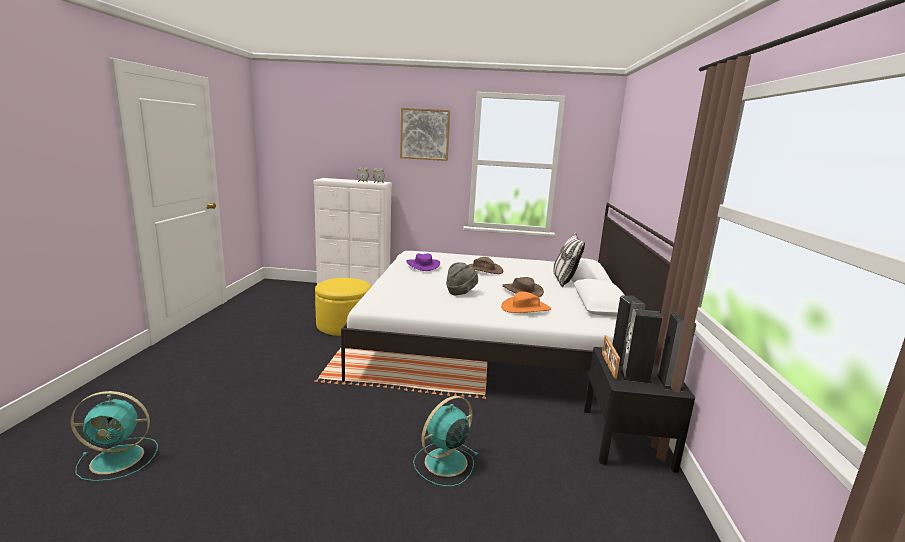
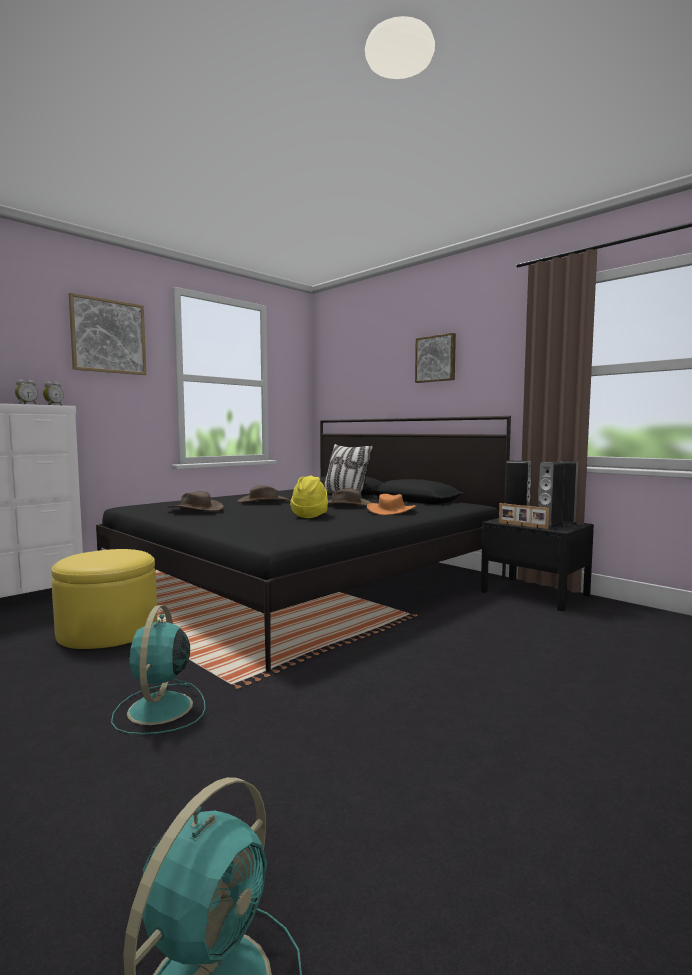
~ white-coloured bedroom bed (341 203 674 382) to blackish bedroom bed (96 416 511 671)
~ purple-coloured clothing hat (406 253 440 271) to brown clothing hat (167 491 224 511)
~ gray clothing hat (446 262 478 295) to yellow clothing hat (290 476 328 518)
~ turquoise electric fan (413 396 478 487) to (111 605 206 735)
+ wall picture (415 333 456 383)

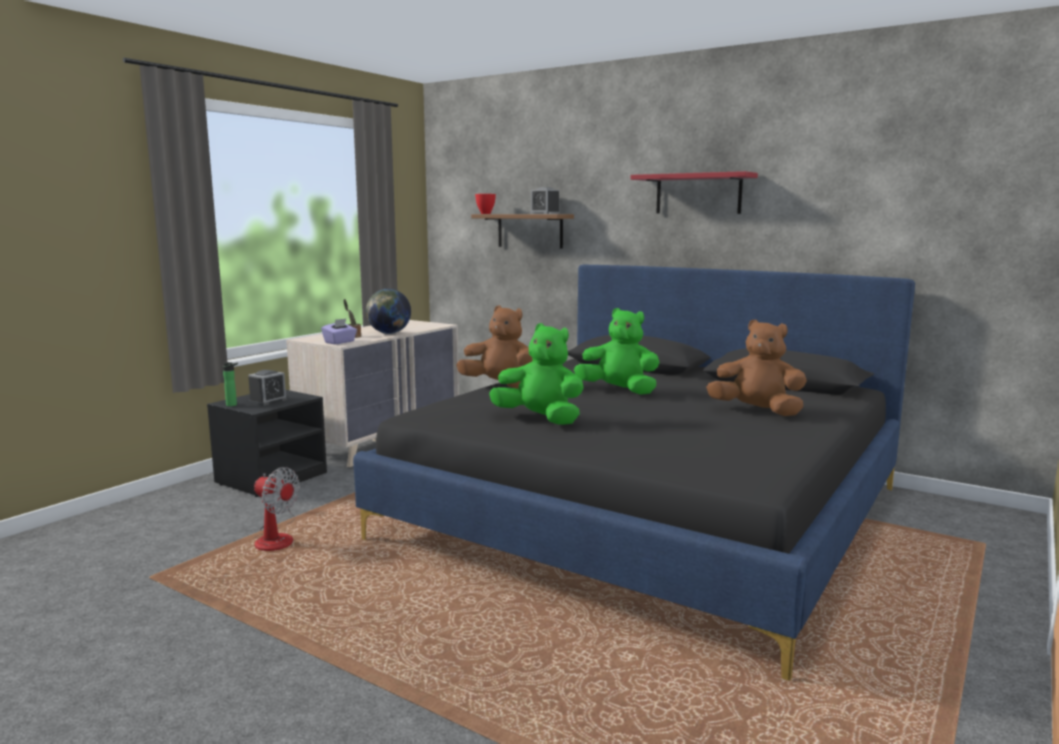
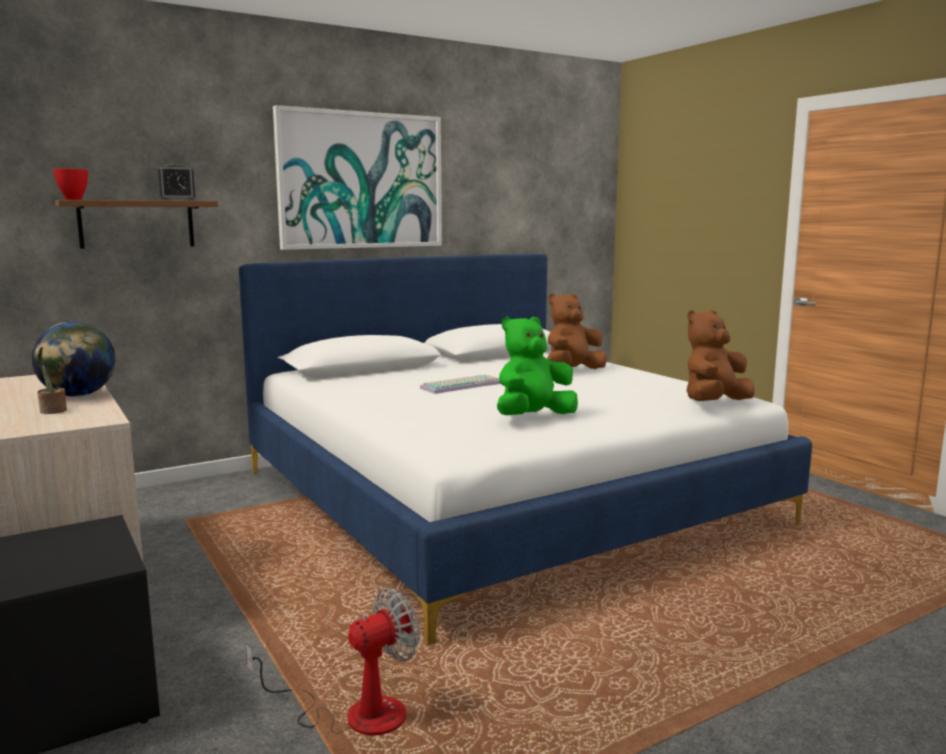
~ reddish shelf (630 171 758 214) to wall picture (273 105 442 250)
~ blackish bedroom bed (353 265 915 681) to white-coloured bedroom bed (239 254 812 645)
~ brown cuddly toy (456 305 532 389) to (687 310 755 401)
~ green cuddly toy (574 308 660 395) to computer keyboard (420 374 501 394)
- purple-coloured tissue box (321 318 357 344)
- beverage bottle (223 362 238 406)
- table clock (248 370 288 406)

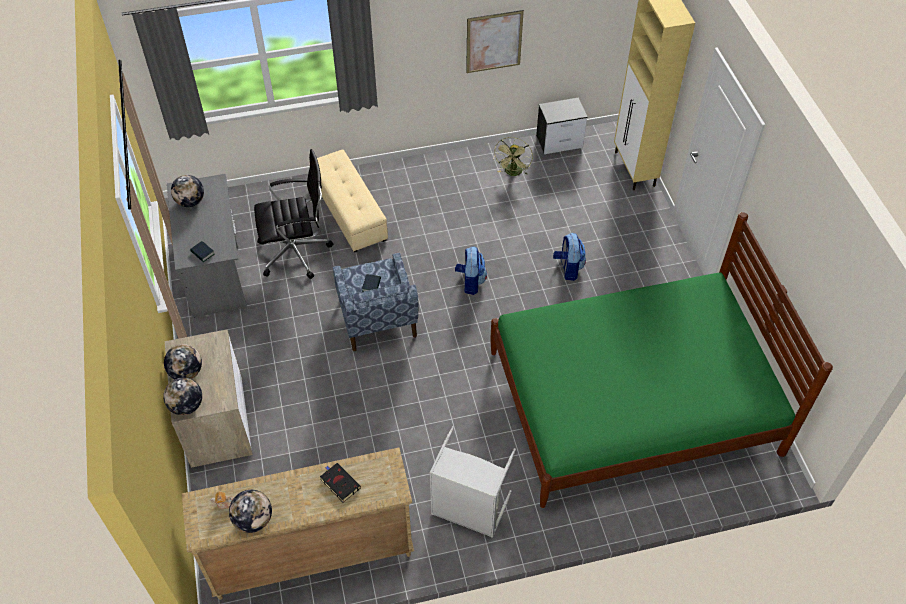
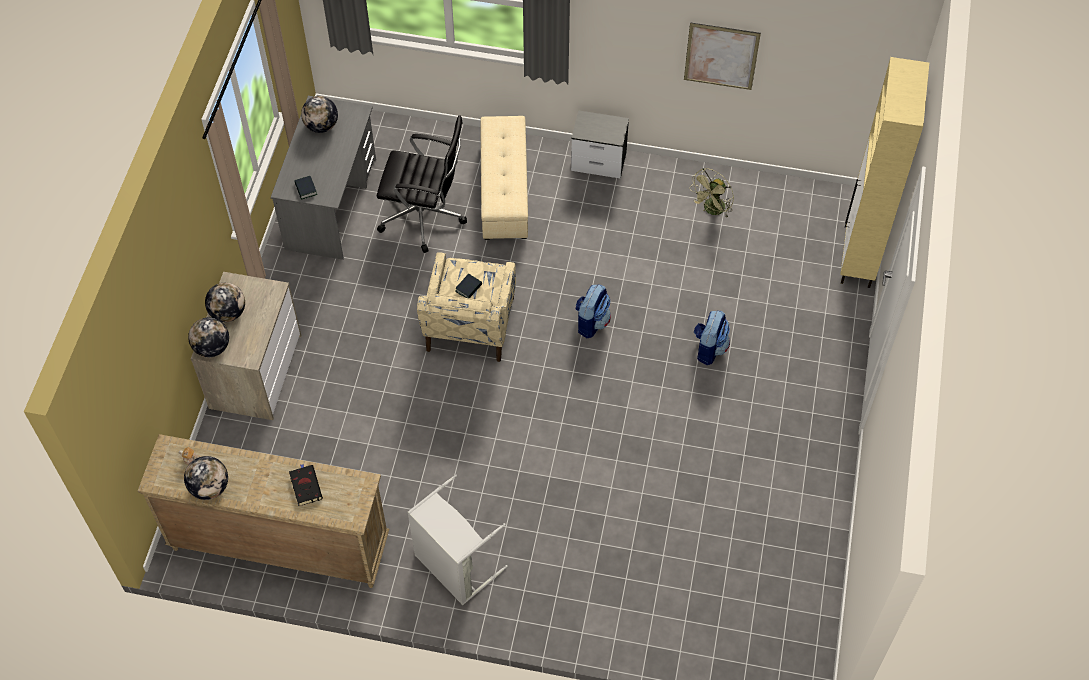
~ bedside table (536 98 587 154) to (571 110 629 179)
- green bedroom bed (491 212 833 508)
~ blue-coloured easy chair (333 253 419 351) to beige easy chair (417 252 516 362)

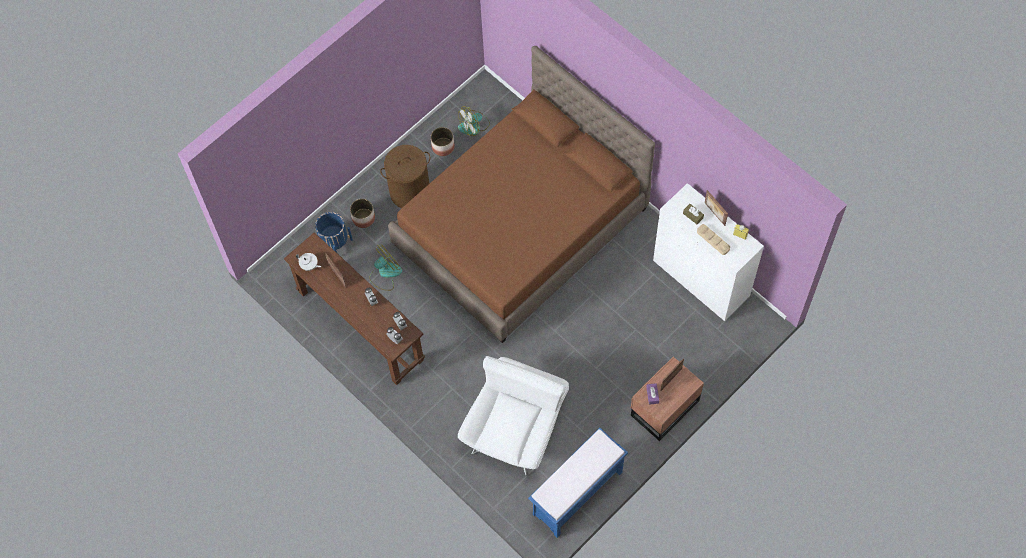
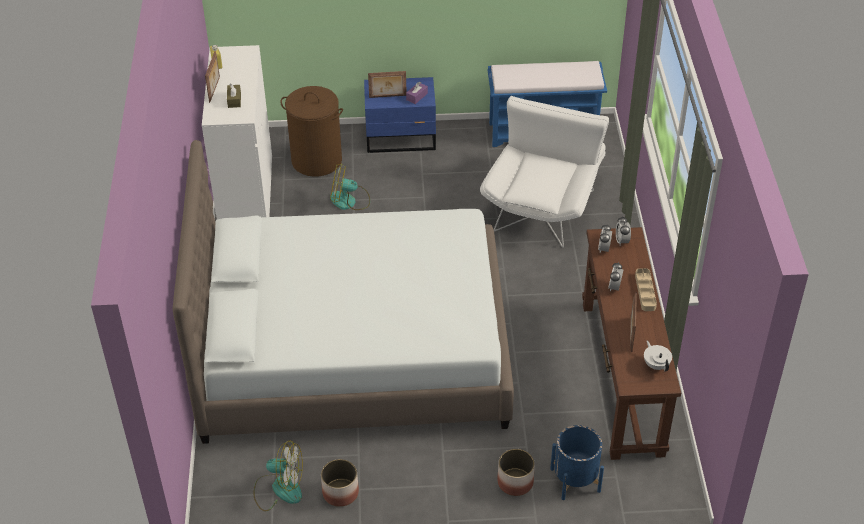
~ brown bedroom bed (388 46 655 343) to white-coloured bedroom bed (173 140 514 444)
~ brown hamper (380 145 430 208) to (281 86 343 177)
~ beige carrying tray (697 224 730 255) to (635 268 657 311)
~ electric fan (369 244 402 291) to (330 163 370 210)
~ white-coloured easy chair (458 356 569 475) = (480 96 609 248) 135 degrees clockwise
~ brown bedside table (631 357 704 441) to blue-coloured bedside table (364 77 436 153)

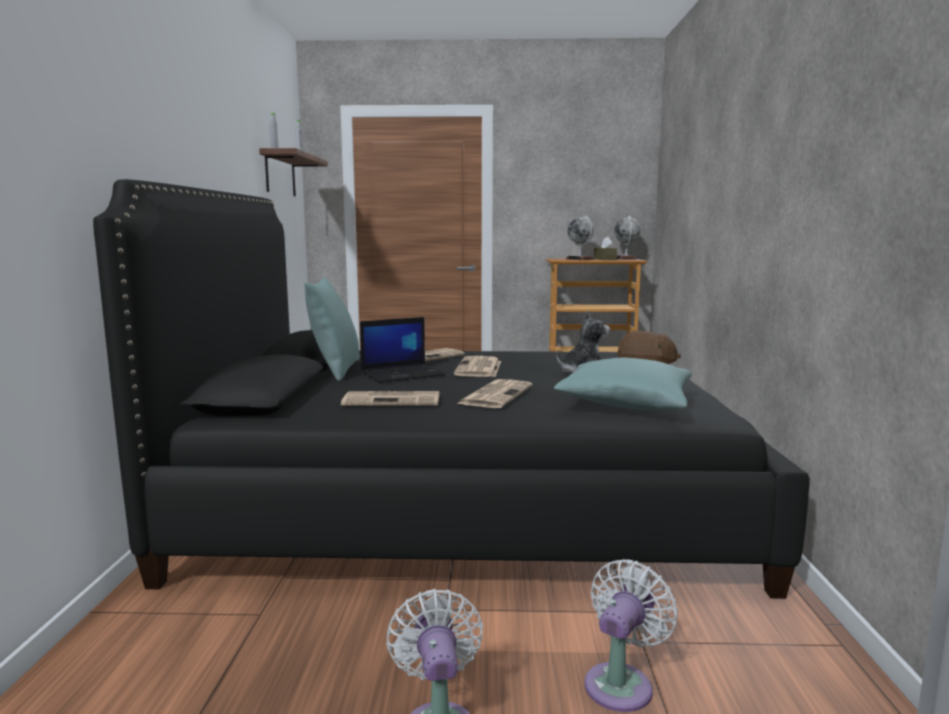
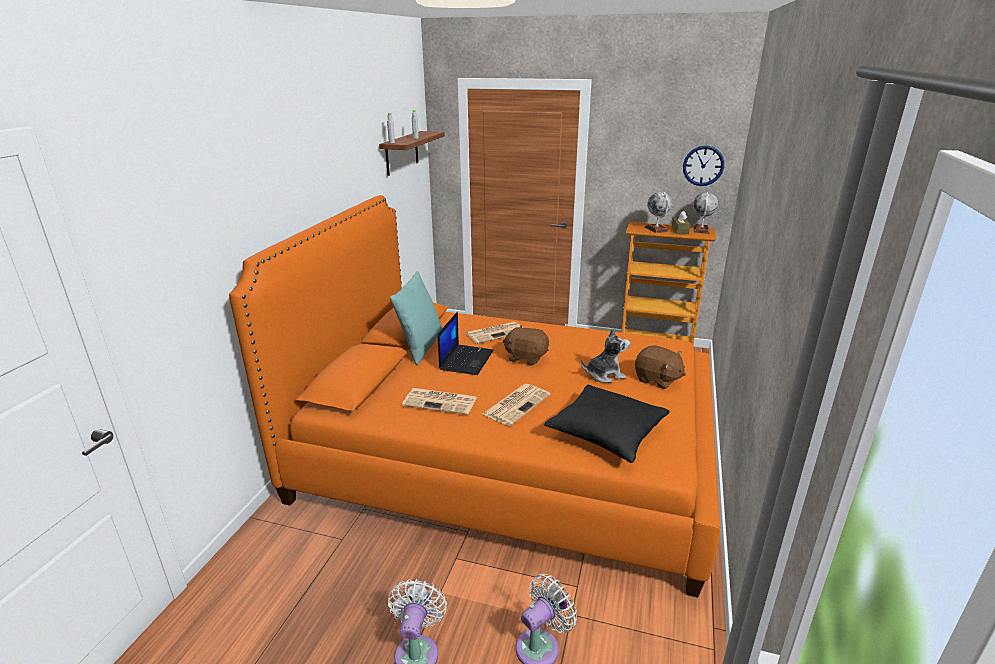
~ blackish bedroom bed (93 179 810 599) to orange bedroom bed (229 195 720 598)
~ portable computer (360 317 446 383) = (438 312 494 375) 60 degrees counterclockwise
~ newspaper (454 356 501 377) to brown cuddly toy (503 325 549 366)
~ turquoise pillow (554 357 692 410) to blackish pillow (544 385 670 463)
+ hanging clock (683 146 724 186)

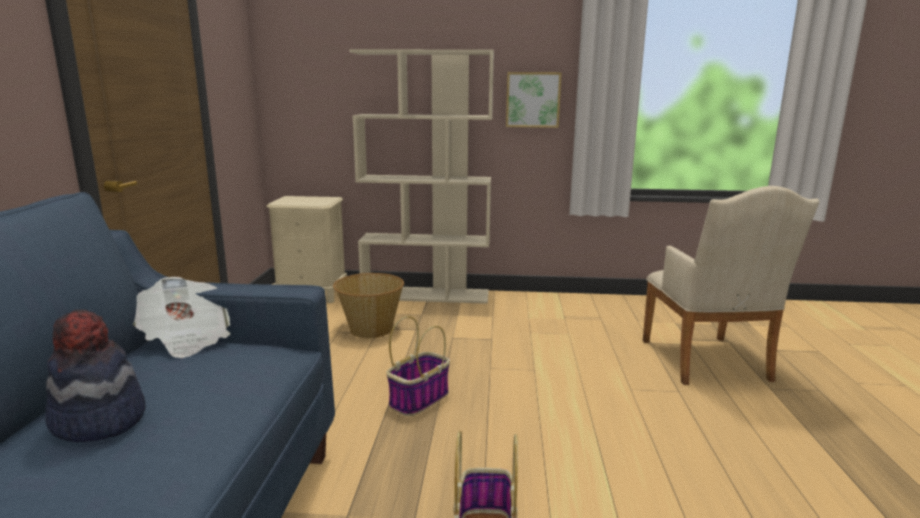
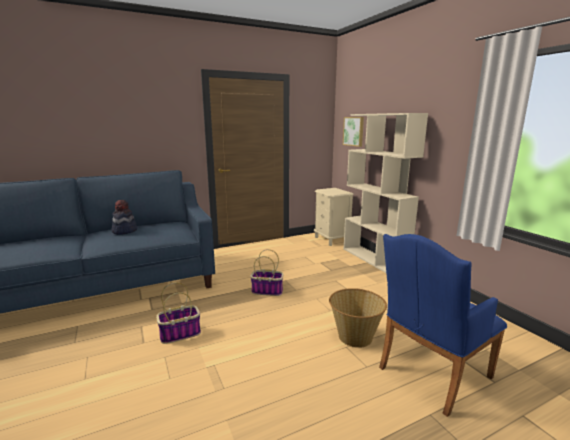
~ wall picture (506 72 562 128) to (343 117 364 147)
~ beige easy chair (643 186 819 385) to blue-coloured easy chair (379 234 507 417)
~ storage basket (333 273 404 338) to (329 288 387 348)
- newspaper (133 277 230 358)

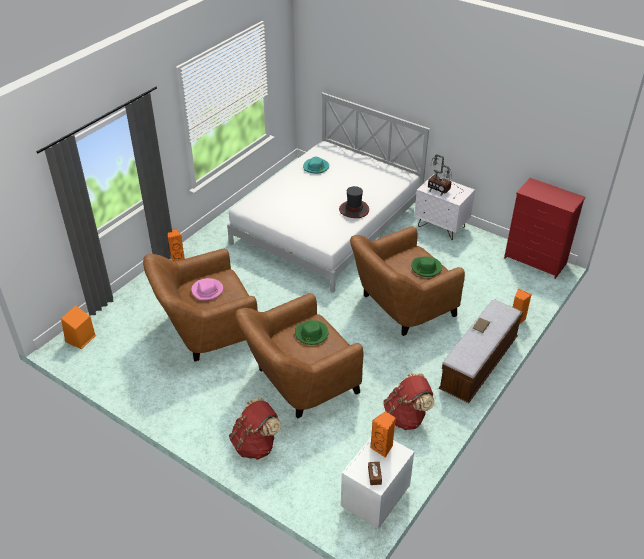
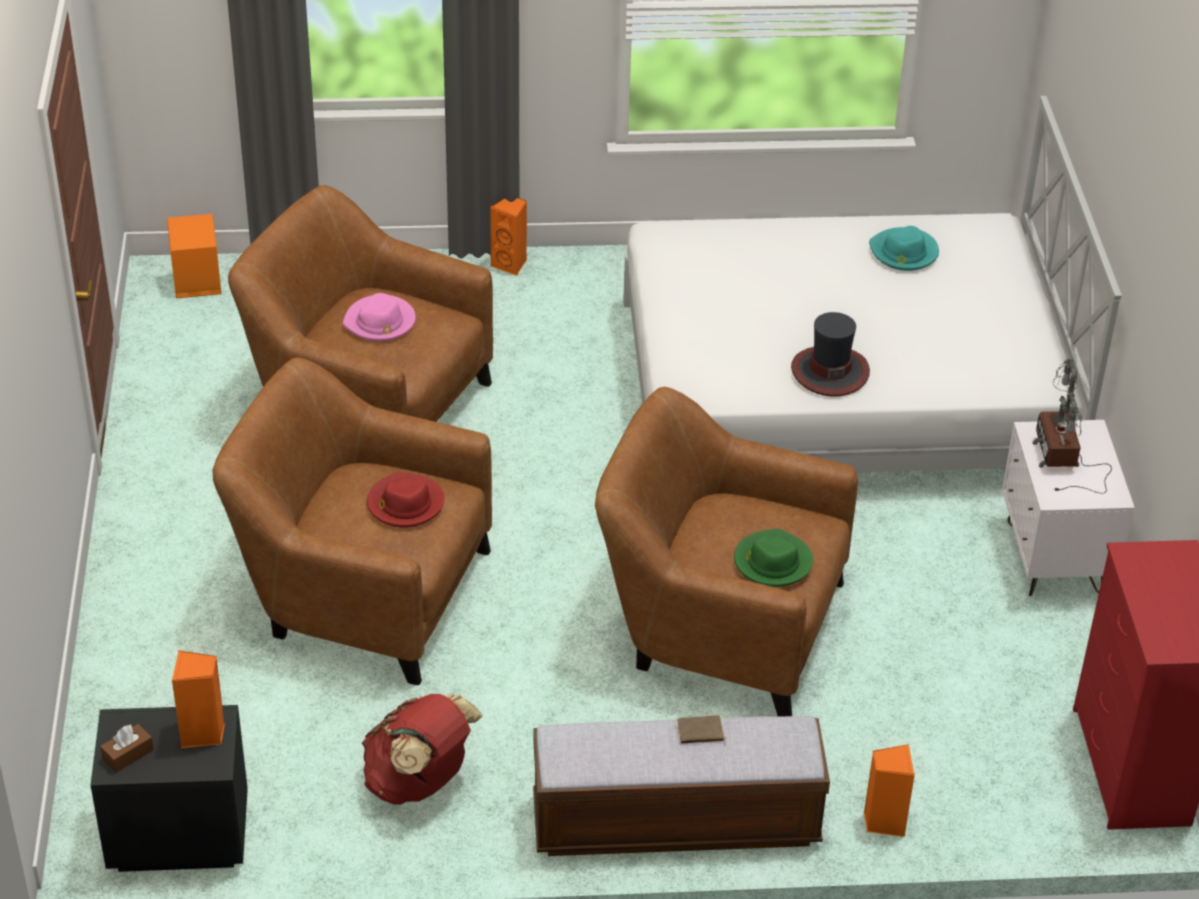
~ green clothing hat (295 320 329 345) to reddish clothing hat (367 472 445 528)
- reddish backpack (229 398 281 460)
~ white-coloured bedside table (341 437 414 529) to blackish bedside table (91 705 248 872)

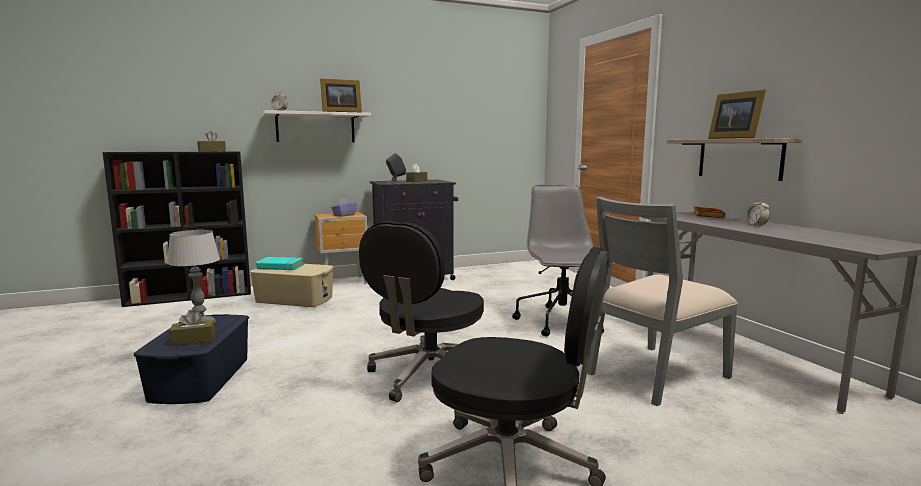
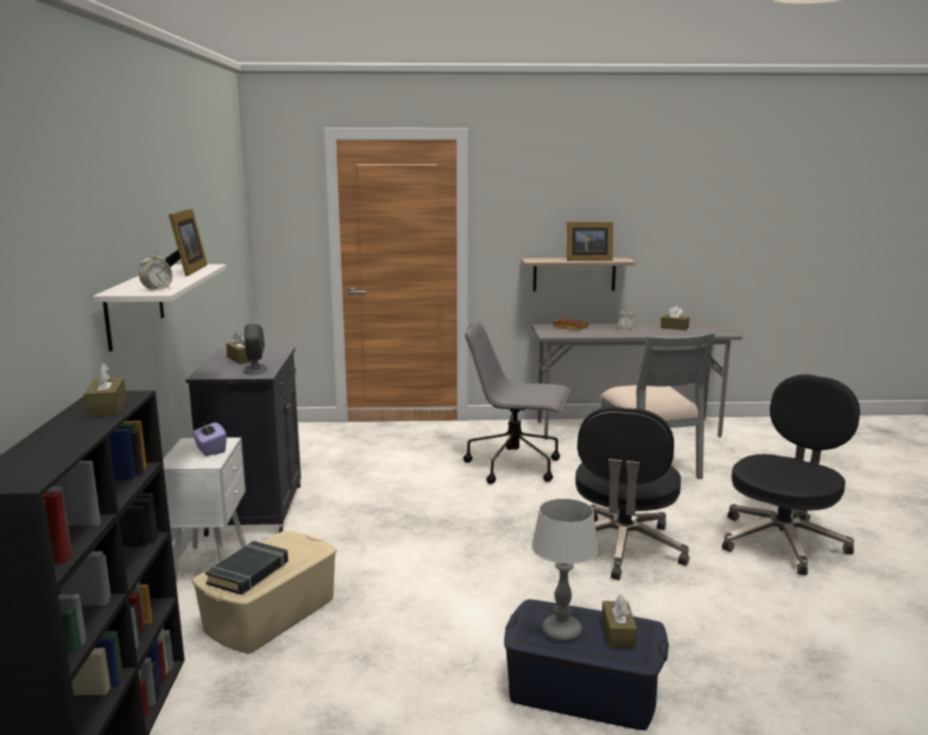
~ brown bedside table (315 212 367 284) to white-coloured bedside table (163 437 246 584)
~ blackish computer chair (359 221 484 402) = (575 407 689 580) 60 degrees clockwise
~ turquoise bound book (256 257 304 271) to blackish bound book (205 541 288 595)
+ brown tissue box (661 306 690 330)

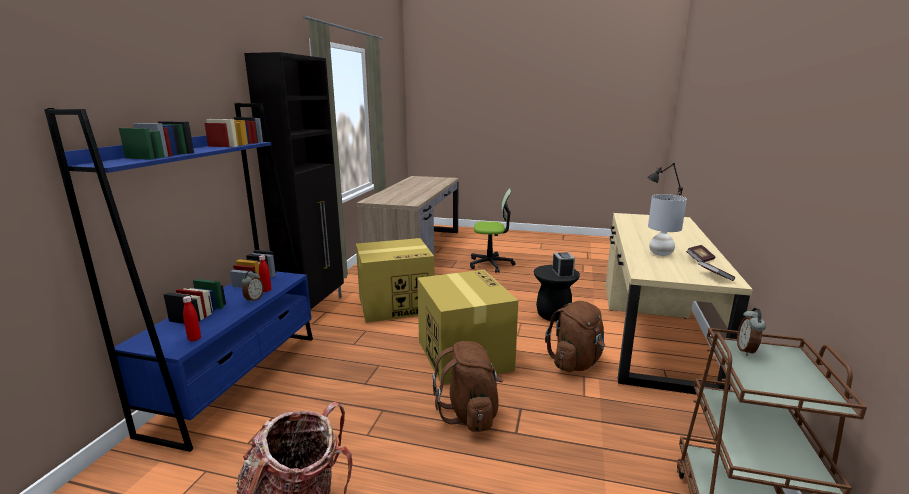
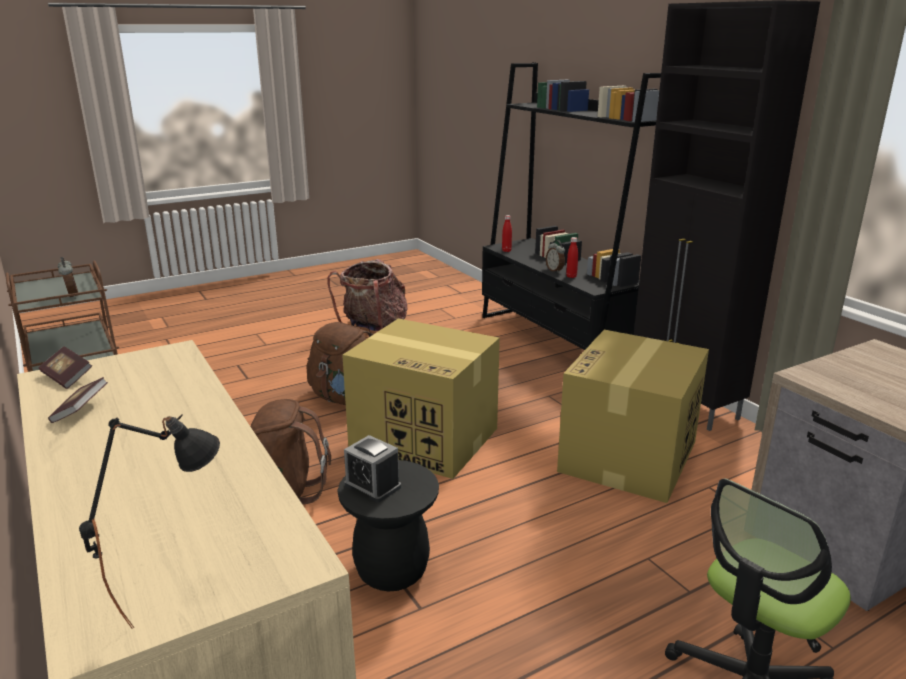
~ blue-coloured bookshelf (44 103 313 452) to blackish bookshelf (482 62 661 350)
- gray tabletop lamp (648 194 687 256)

